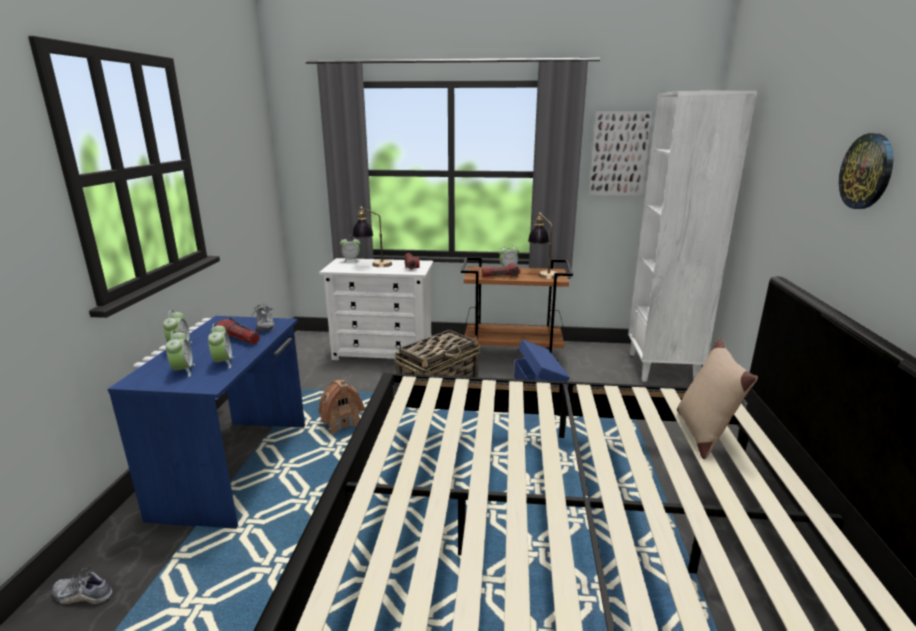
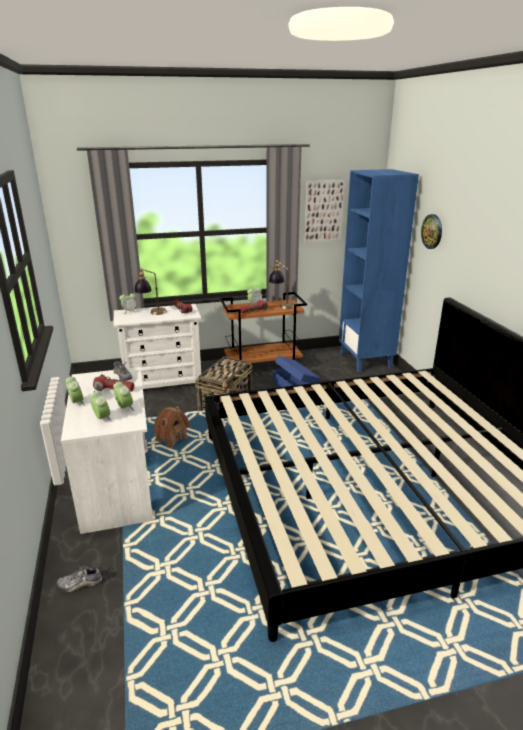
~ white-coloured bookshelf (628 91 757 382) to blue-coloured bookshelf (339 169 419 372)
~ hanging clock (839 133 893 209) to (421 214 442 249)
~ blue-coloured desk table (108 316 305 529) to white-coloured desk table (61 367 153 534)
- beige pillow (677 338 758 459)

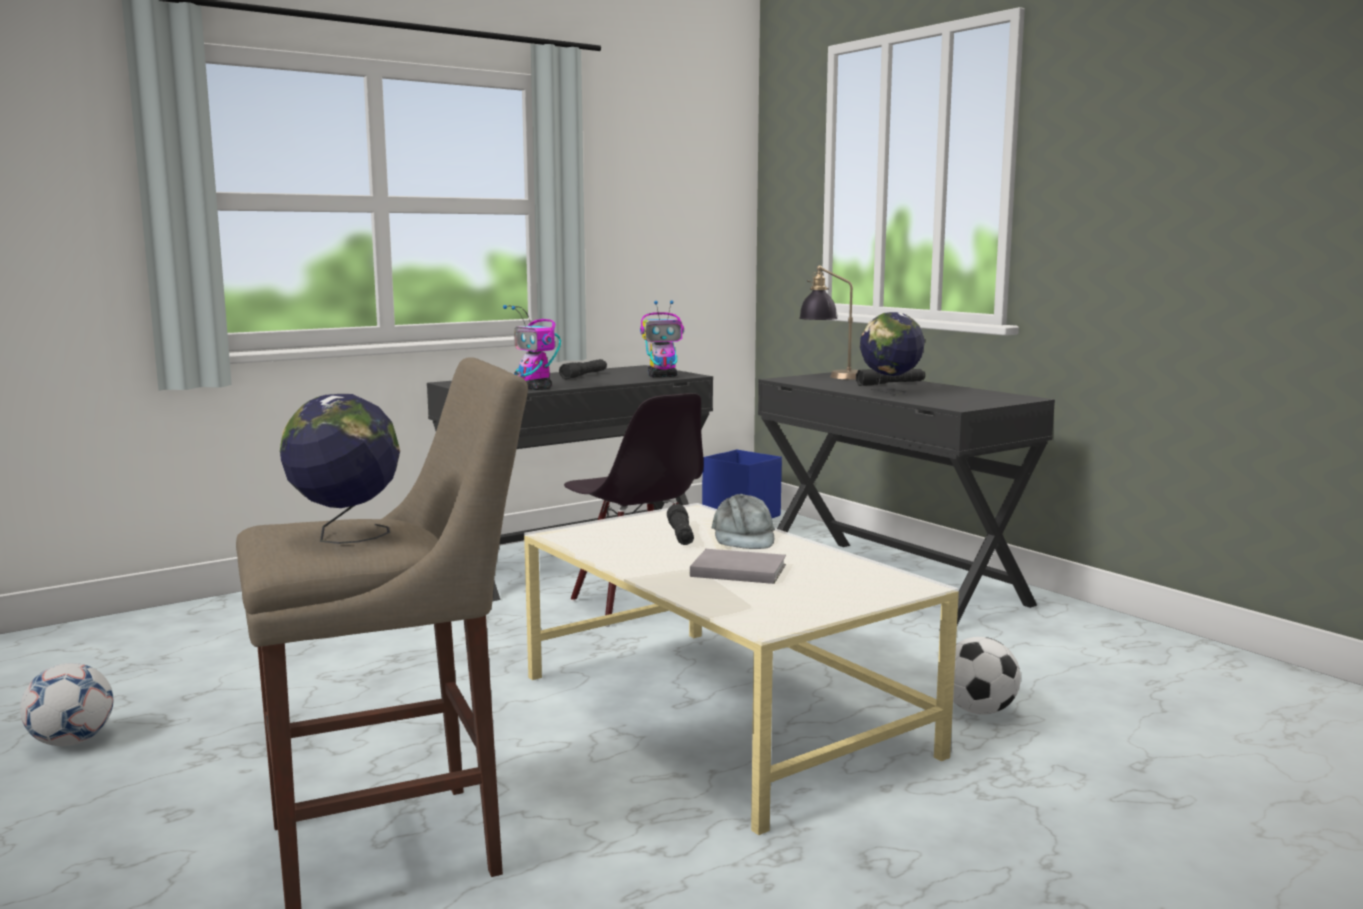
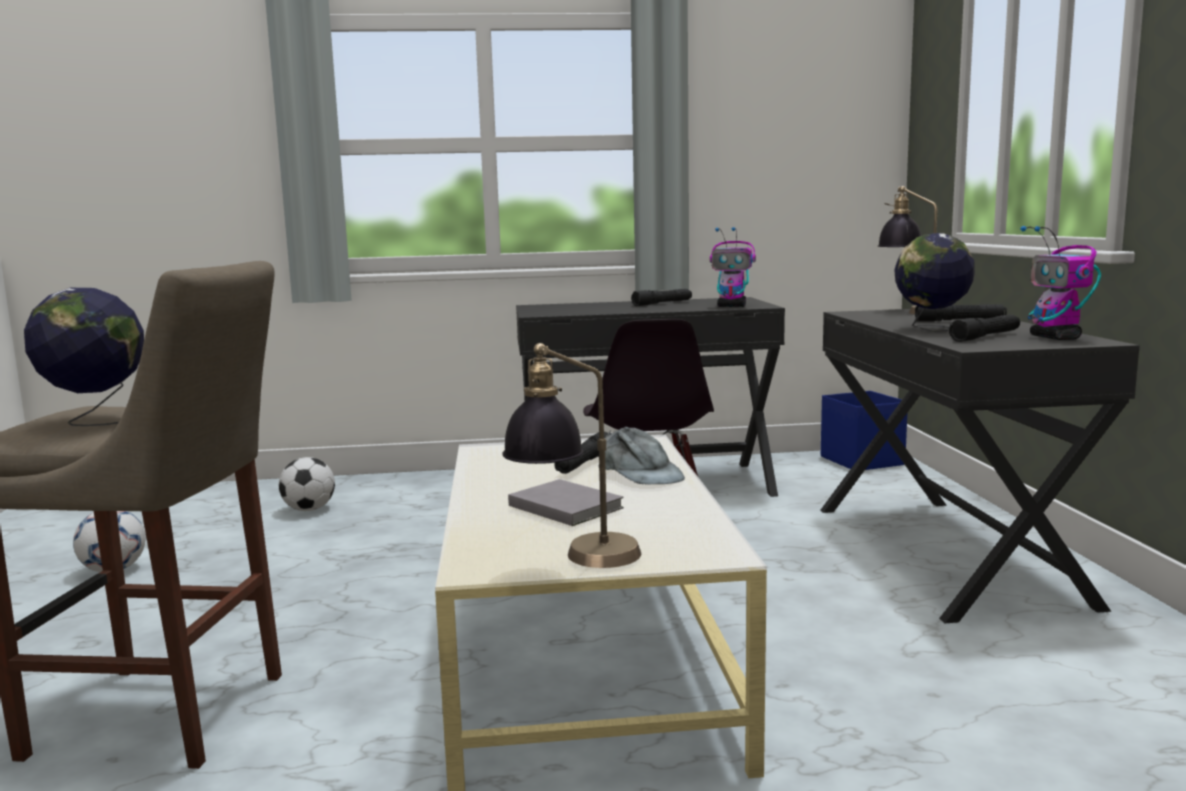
~ model robot (503 305 561 390) to (1020 226 1101 340)
~ gray peaked cap (712 494 775 549) = (598 427 685 484) 60 degrees counterclockwise
~ football (953 637 1021 715) to (279 457 335 511)
+ blackish hand torch (949 314 1020 342)
+ tabletop lamp (502 343 641 568)

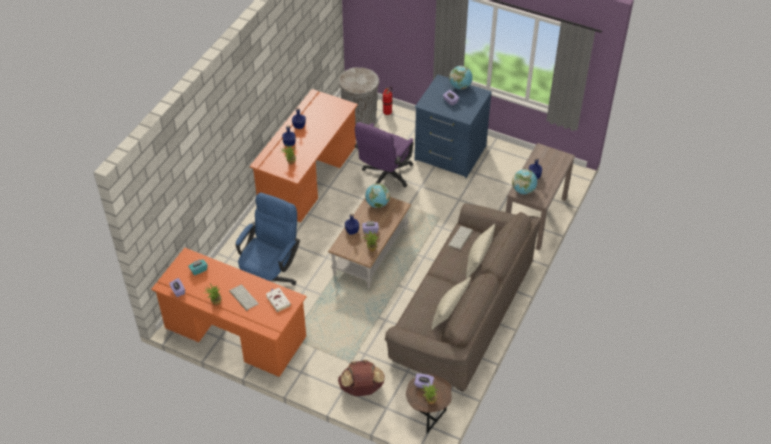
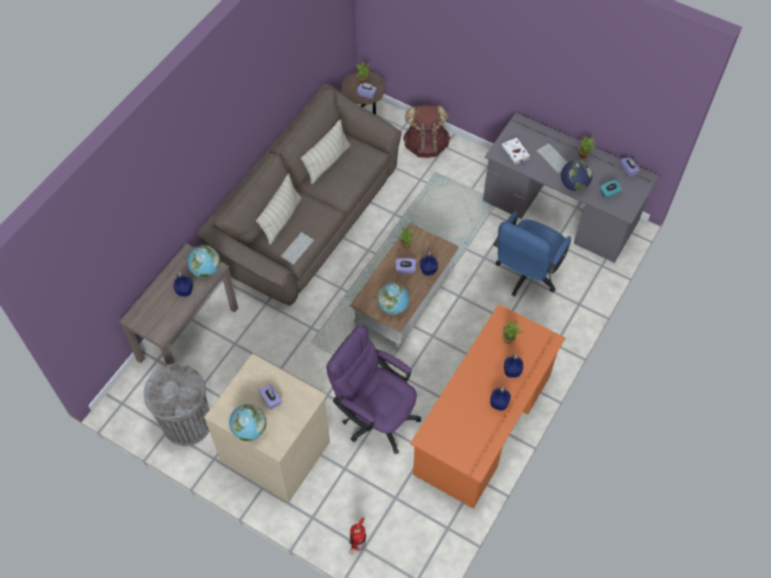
~ gray rubbish bin (339 67 379 125) to (143 363 209 446)
~ blue-coloured chest of drawers (415 74 492 178) to beige chest of drawers (204 353 330 503)
~ purple-coloured computer chair (355 122 414 187) = (326 325 421 454) 90 degrees counterclockwise
~ orange desk table (151 248 306 377) to gray desk table (483 113 659 263)
+ globe (561 160 593 191)

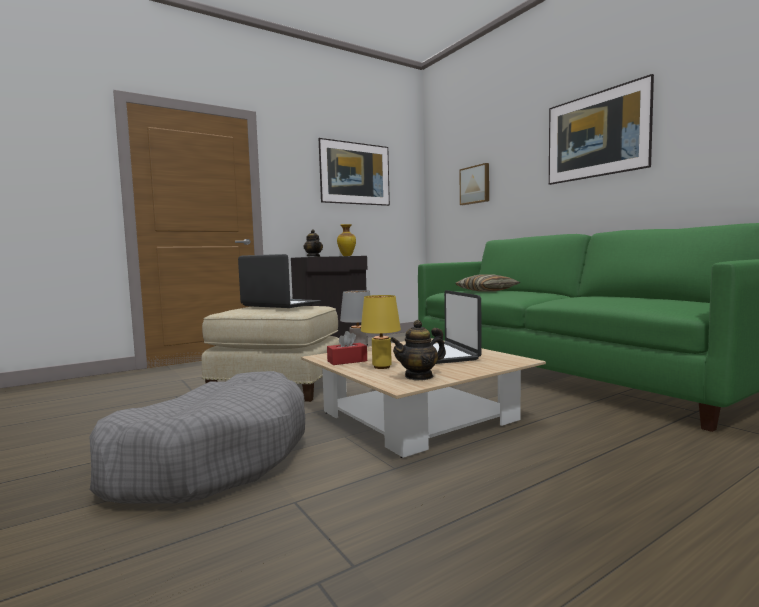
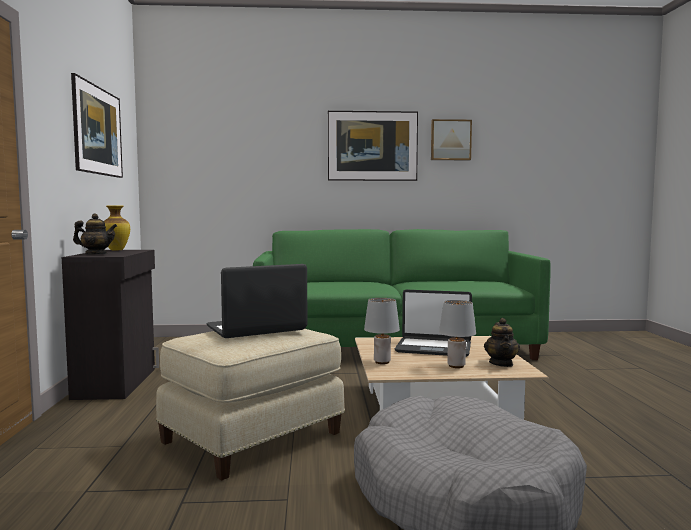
~ wall picture (459 163 489 205) to (431 119 472 160)
- pillow (456 274 520 292)
~ yellow tabletop lamp (361 295 401 369) to gray tabletop lamp (439 300 476 368)
- reddish tissue box (327 331 367 365)

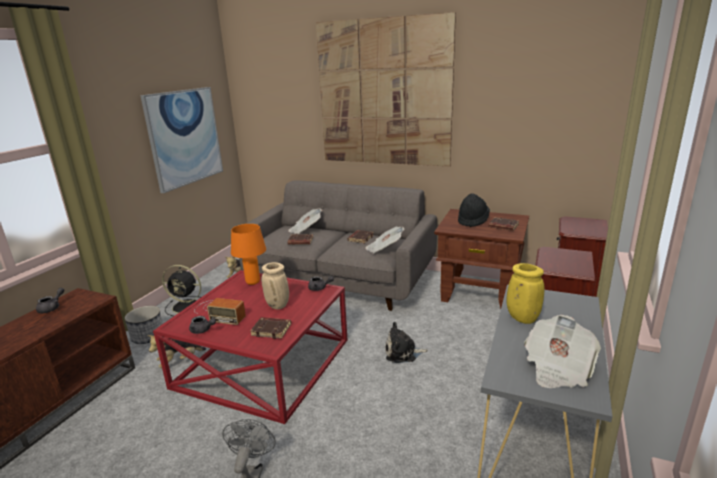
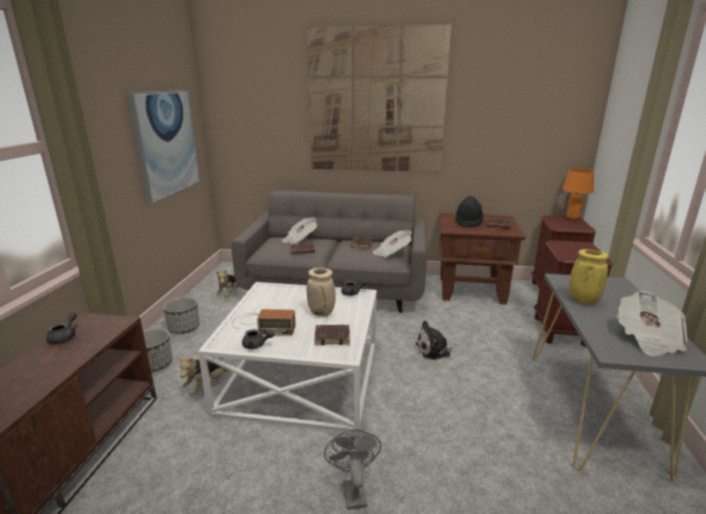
~ orange tabletop lamp (231 224 266 285) to (562 168 594 219)
~ blackish electric fan (162 265 201 316) to planter (163 297 200 334)
~ reddish lounge table (153 270 347 424) to white-coloured lounge table (198 282 377 433)

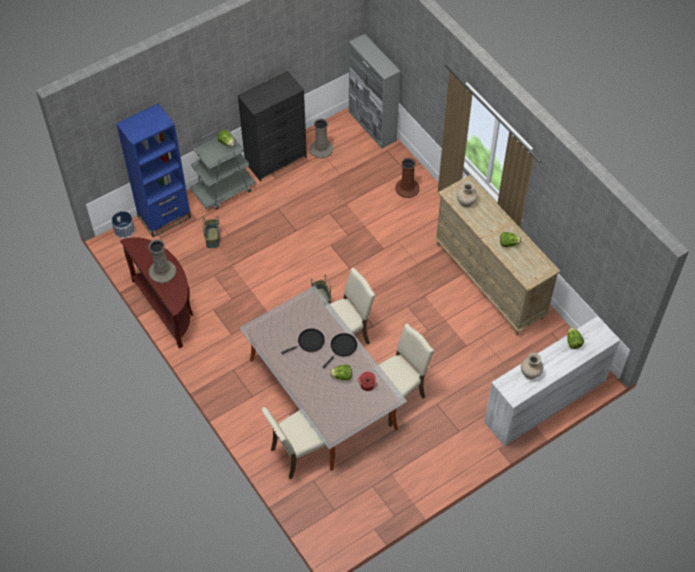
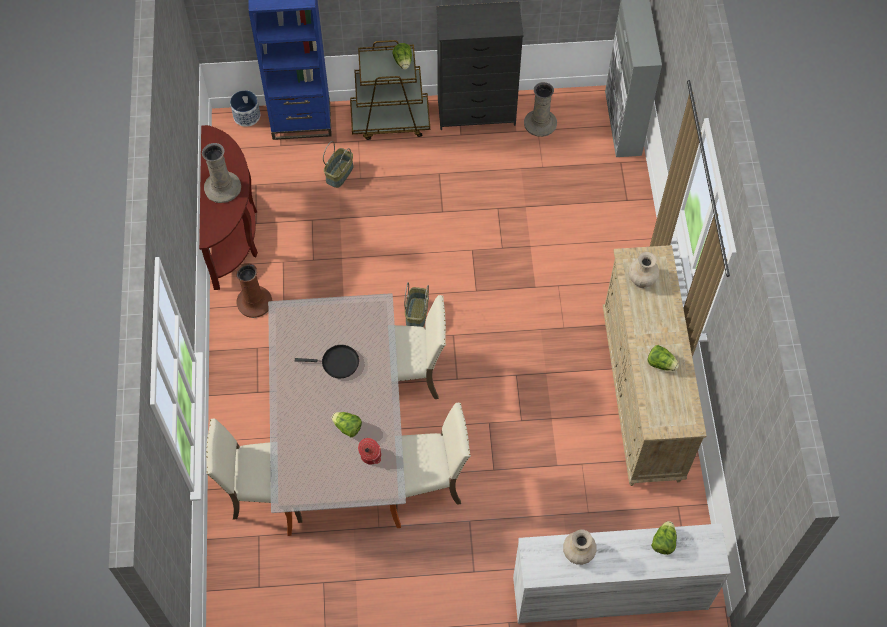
~ gray trolley (190 129 256 209) to brown trolley (350 40 430 140)
~ brown flower vase (395 158 420 198) to (236 263 272 318)
- blackish skillet (323 333 357 368)

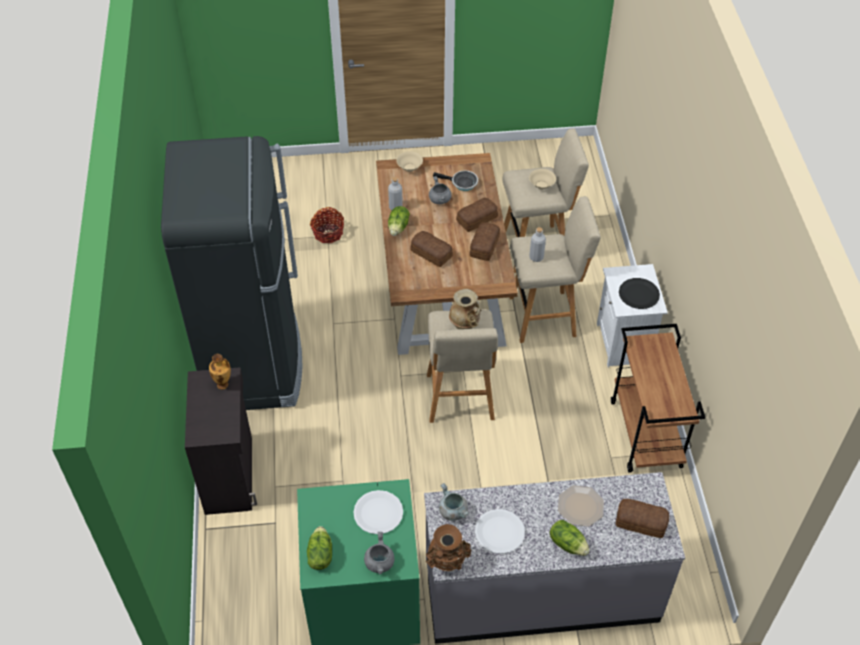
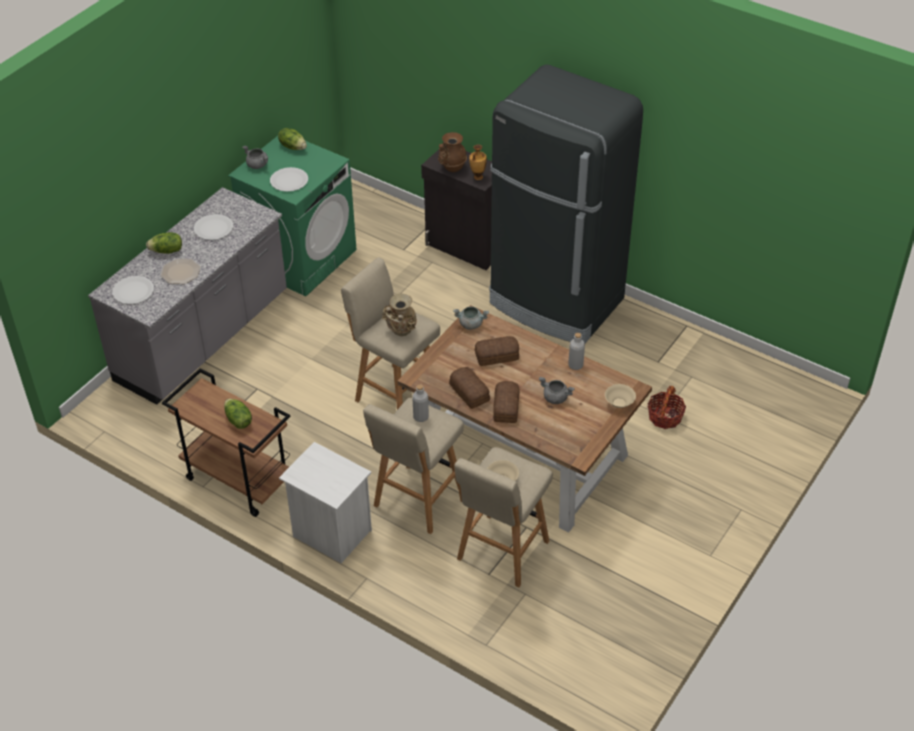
- skillet (433 170 478 191)
~ lettuce head (388 206 410 236) to (224 399 252 429)
- blackish dinner plate (619 278 660 309)
~ gray saucepot (439 483 469 521) to (453 307 489 329)
~ baked bread (616 499 669 538) to white-coloured dinner plate (112 276 154 304)
~ brown flower vase (426 524 471 571) to (438 132 467 172)

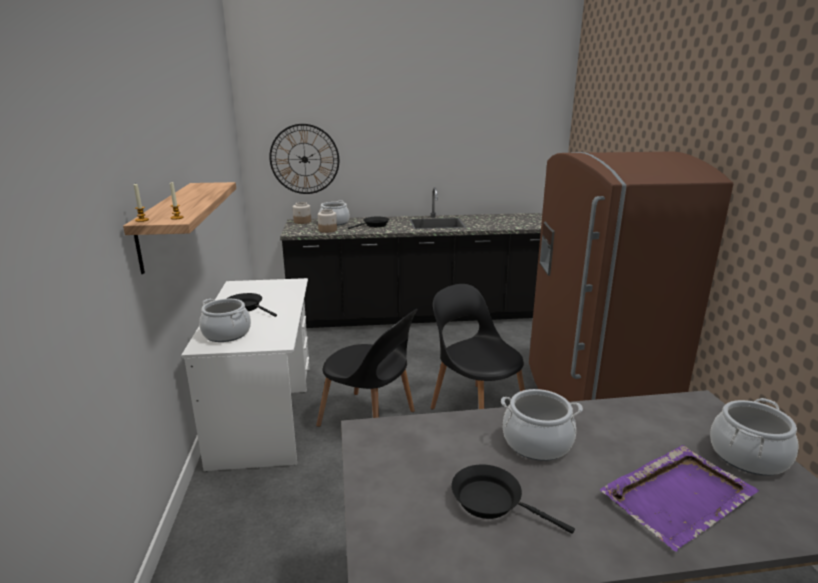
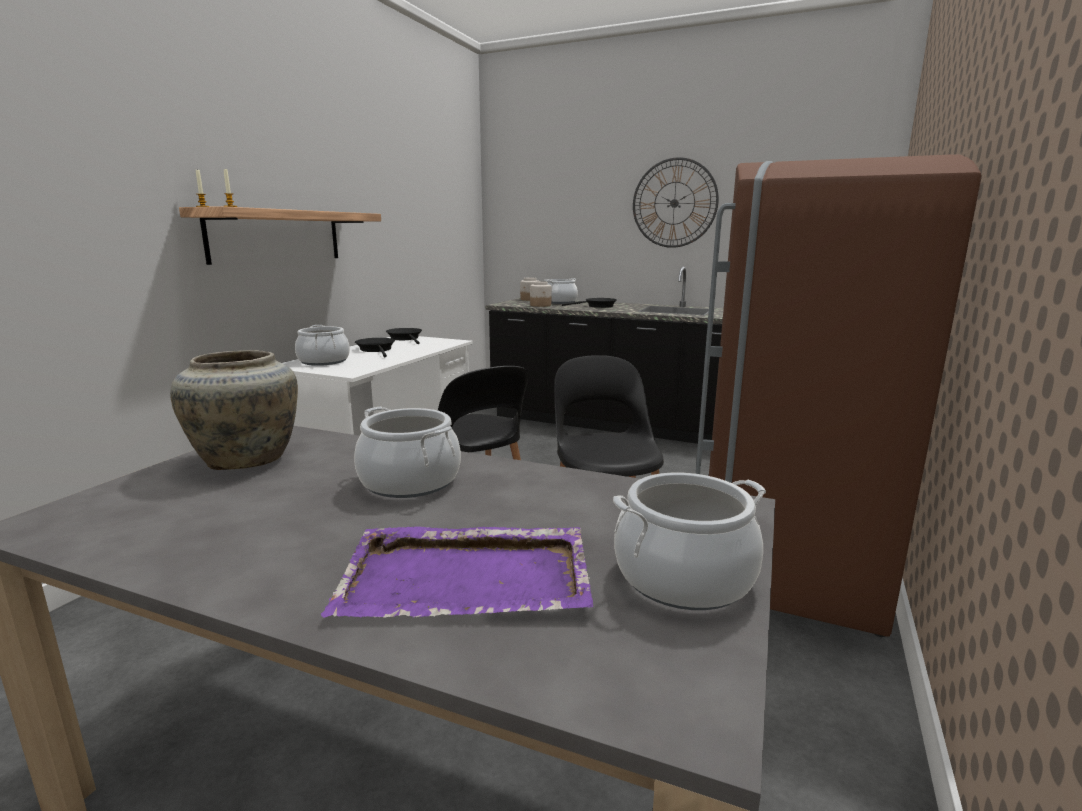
~ hanging clock (269 124 339 194) to (633 157 719 248)
~ blackish skillet (452 465 575 534) to (386 328 422 344)
+ beige flower vase (170 350 298 470)

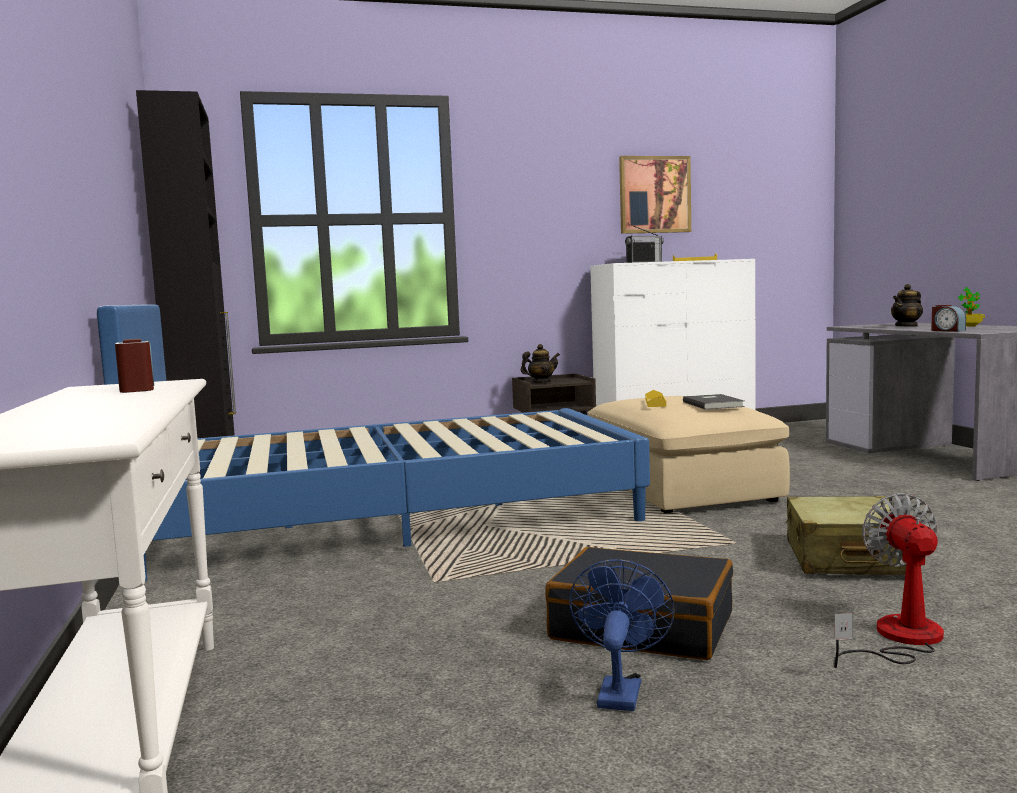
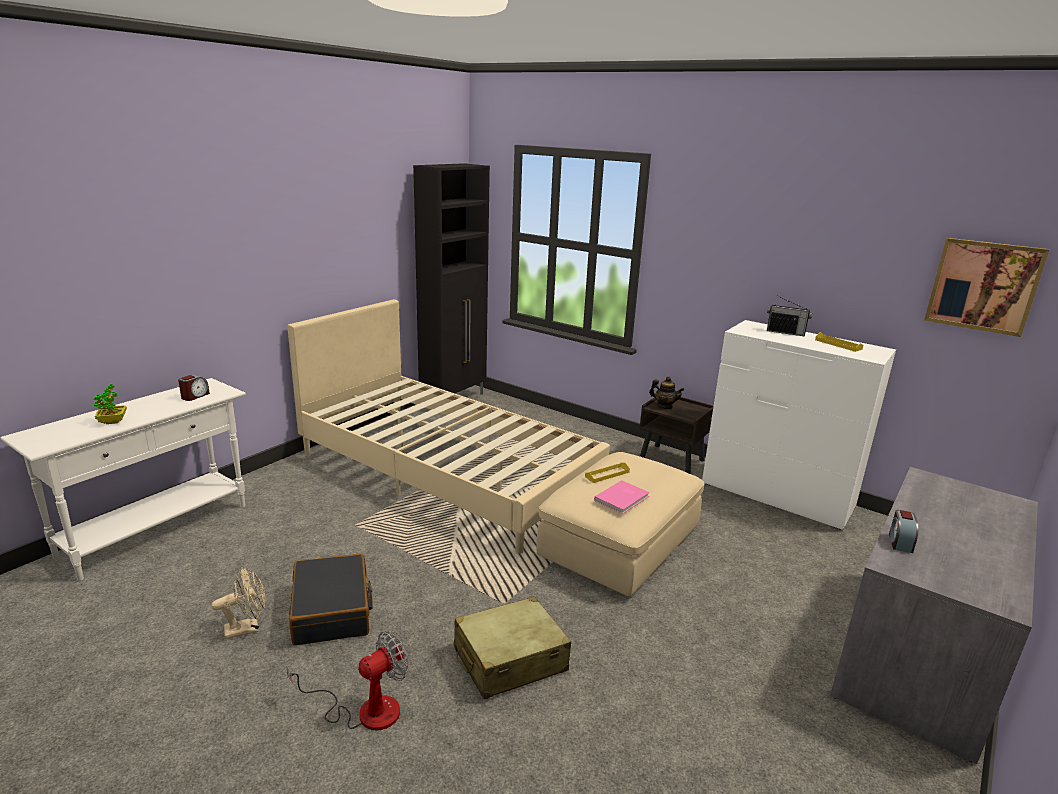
~ wall picture (619 156 691 234) to (924 238 1049 337)
- tea pot (891 284 923 327)
~ houseplant (959 287 985 327) to (93 384 127 424)
~ blue-coloured bedroom bed (97 304 650 581) to beige bedroom bed (287 299 610 554)
~ gray bound book (683 394 745 409) to pink-coloured bound book (594 480 650 514)
~ blue-coloured electric fan (569 559 675 711) to beige electric fan (212 567 265 639)

